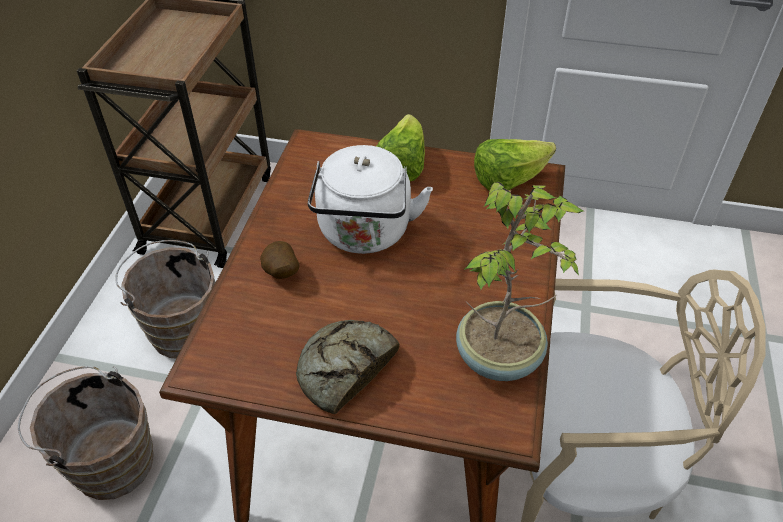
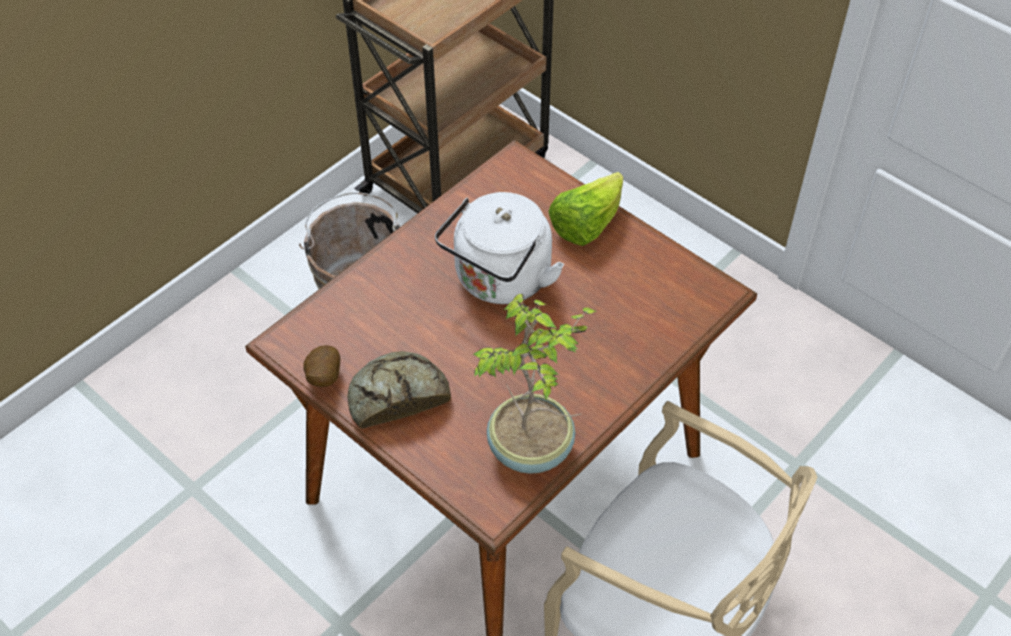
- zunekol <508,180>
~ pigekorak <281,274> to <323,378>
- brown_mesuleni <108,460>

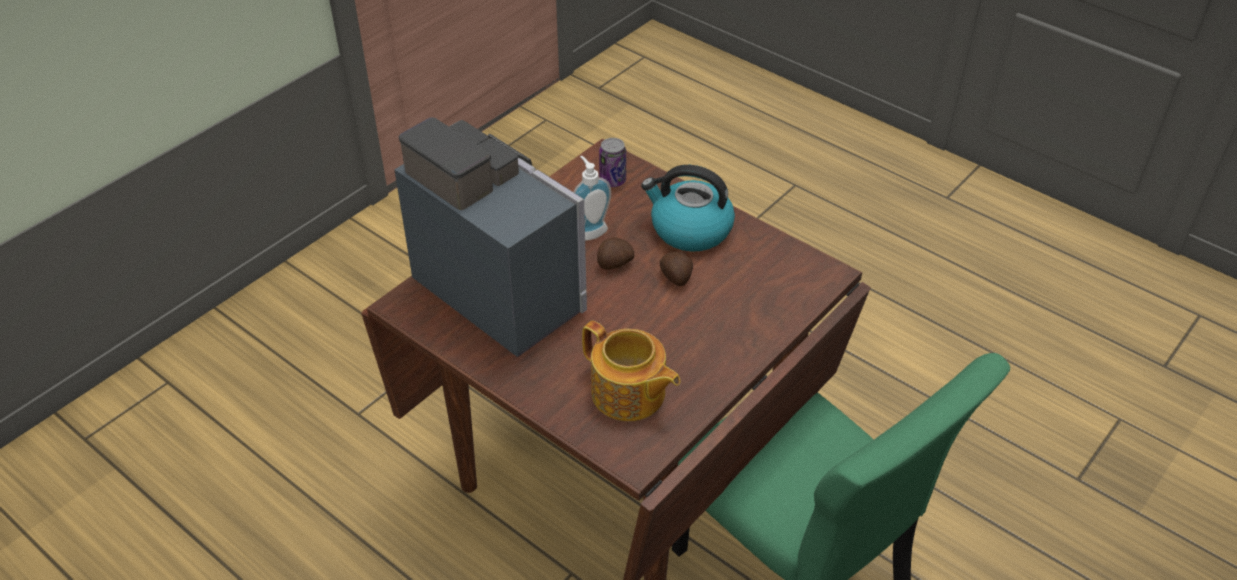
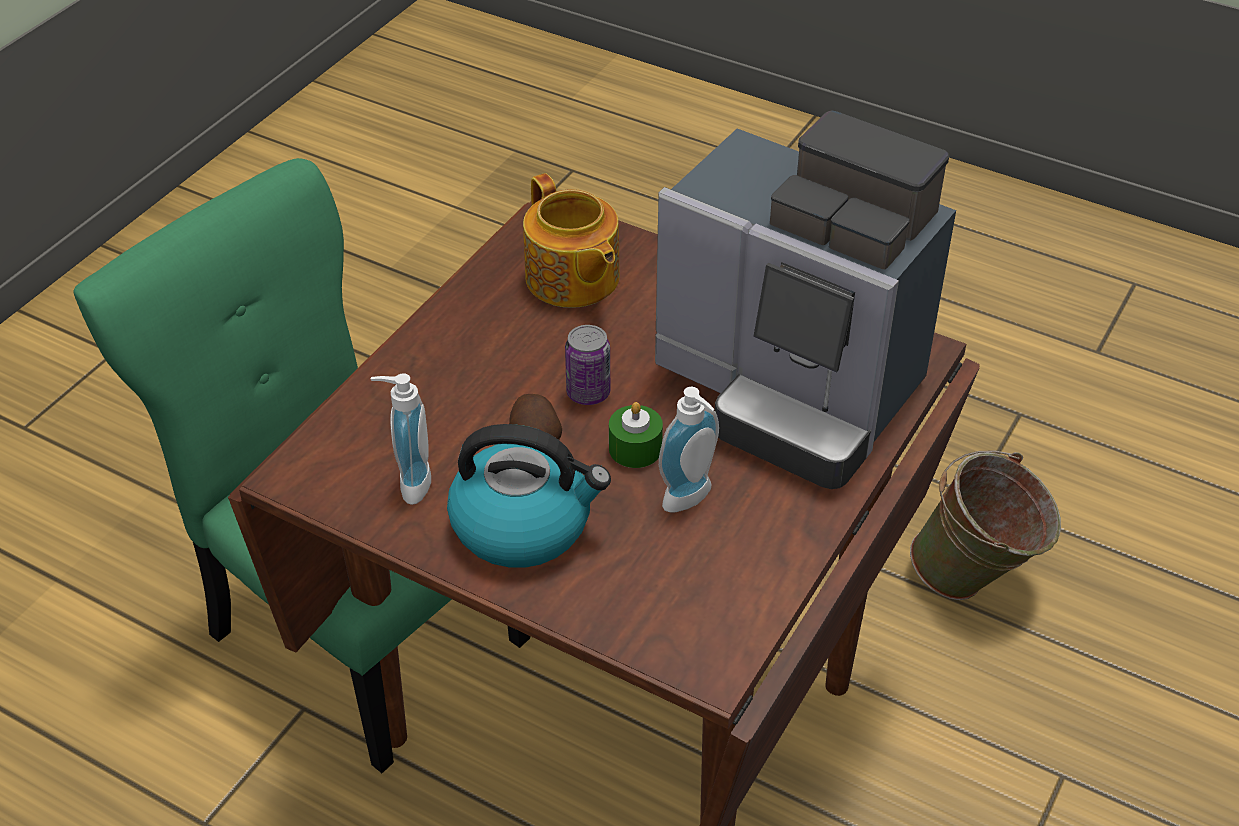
~ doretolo <612,180> to <588,393>
~ pigekorak <614,264> to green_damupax <635,448>
~ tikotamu <629,394> = <572,279> 150 degrees counterclockwise
+ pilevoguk <408,483>
+ green_mesuleni <975,582>

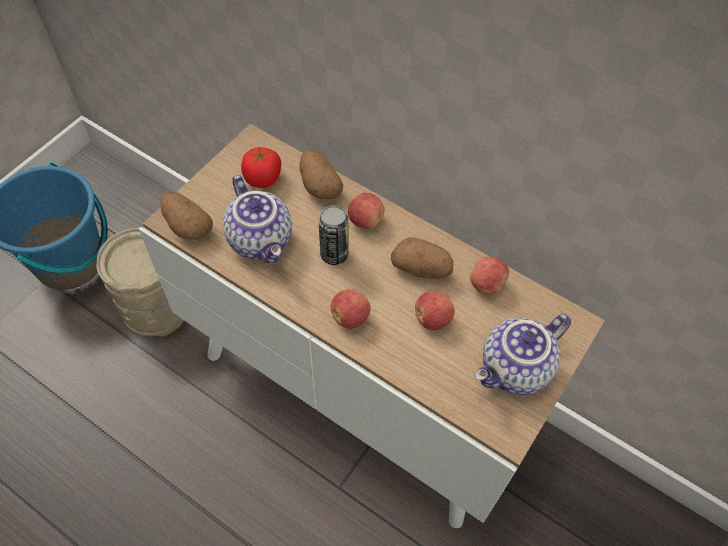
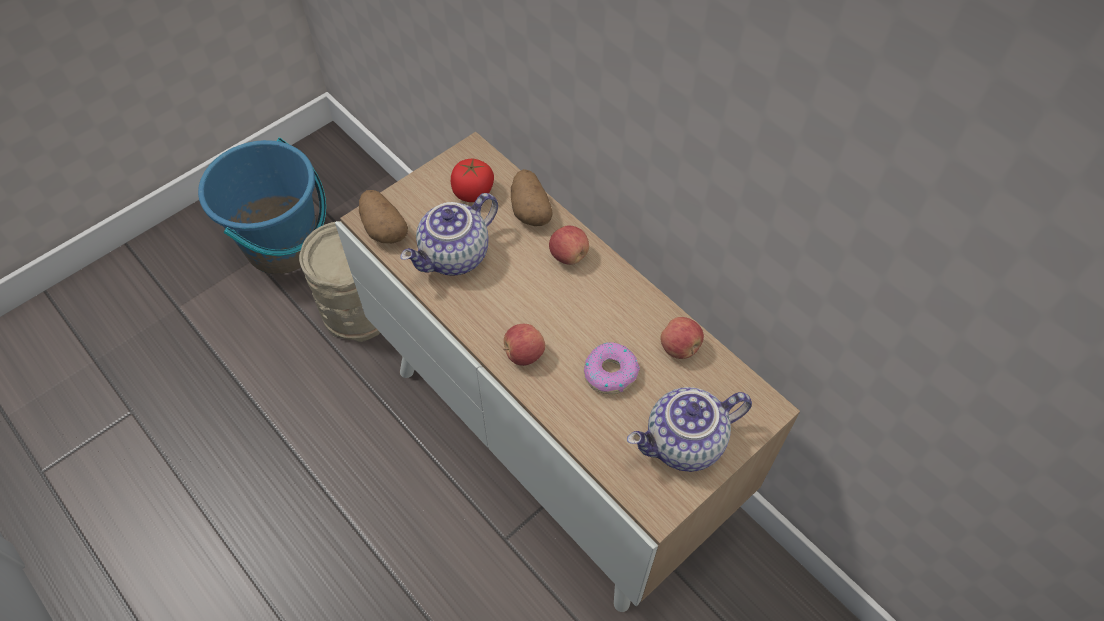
~ tikotamu <262,240> = <455,257> 60 degrees clockwise
- doretolo <334,254>
- pigekorak <421,269>
~ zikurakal <432,319> to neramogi <610,372>

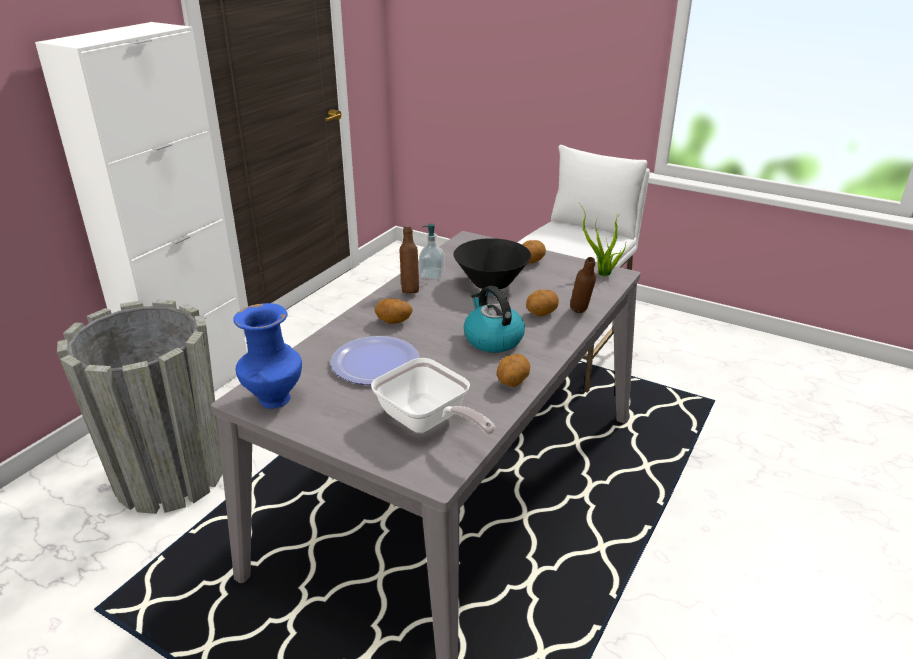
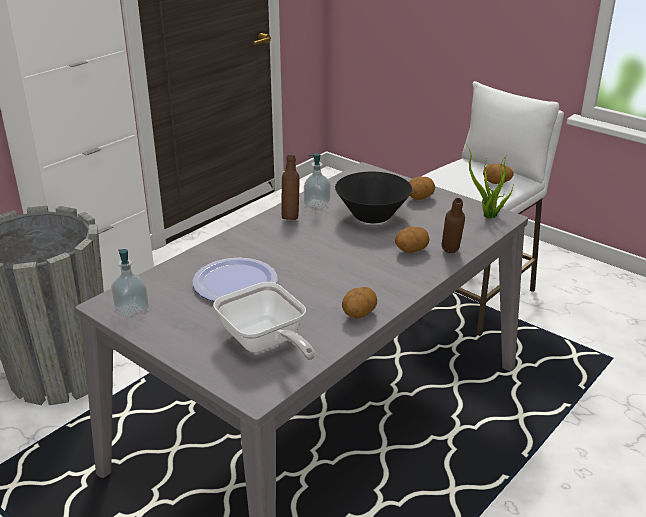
- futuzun <492,339>
~ pigekorak <393,322> to <496,183>
~ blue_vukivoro <274,400> to pilevoguk <131,308>

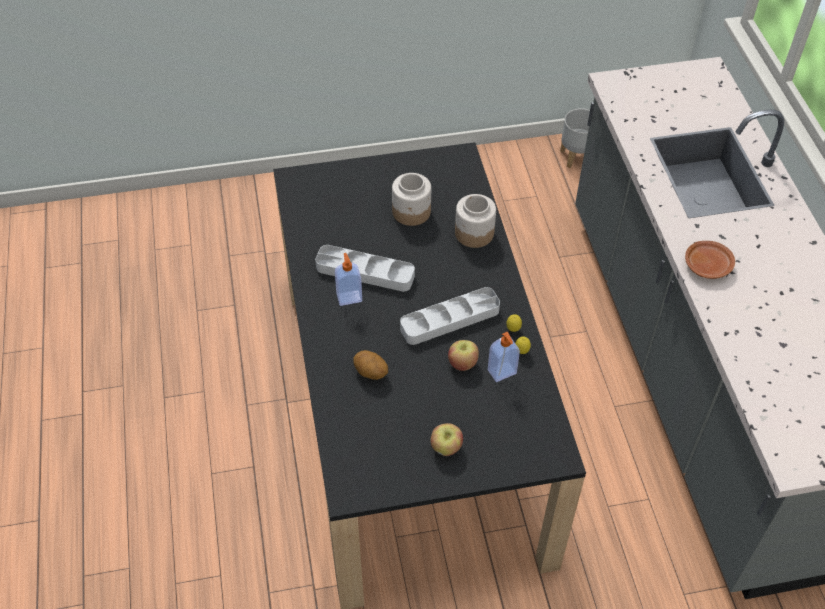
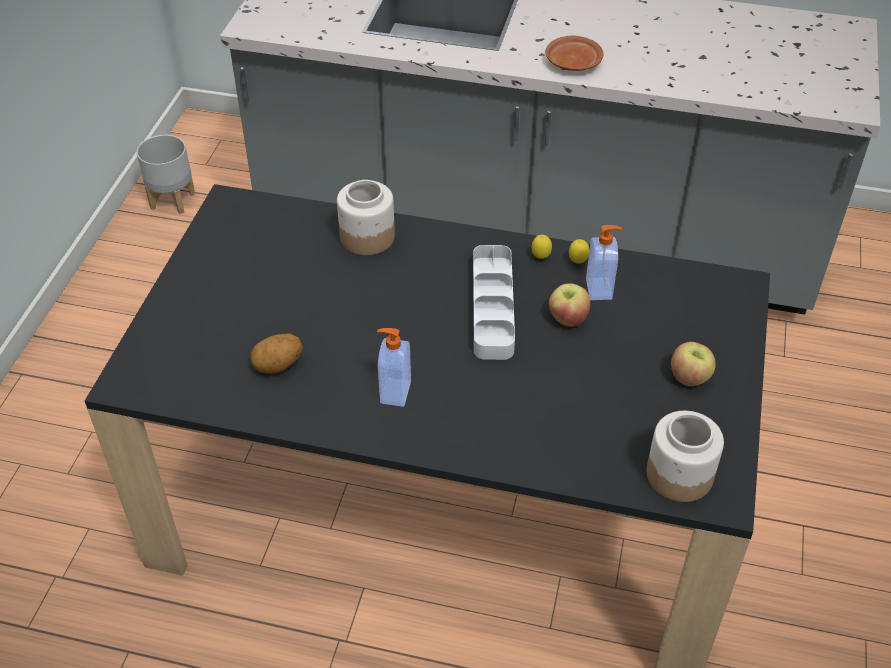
~ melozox <411,212> to <680,475>
- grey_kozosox <365,272>
~ pigekorak <370,373> to <278,366>

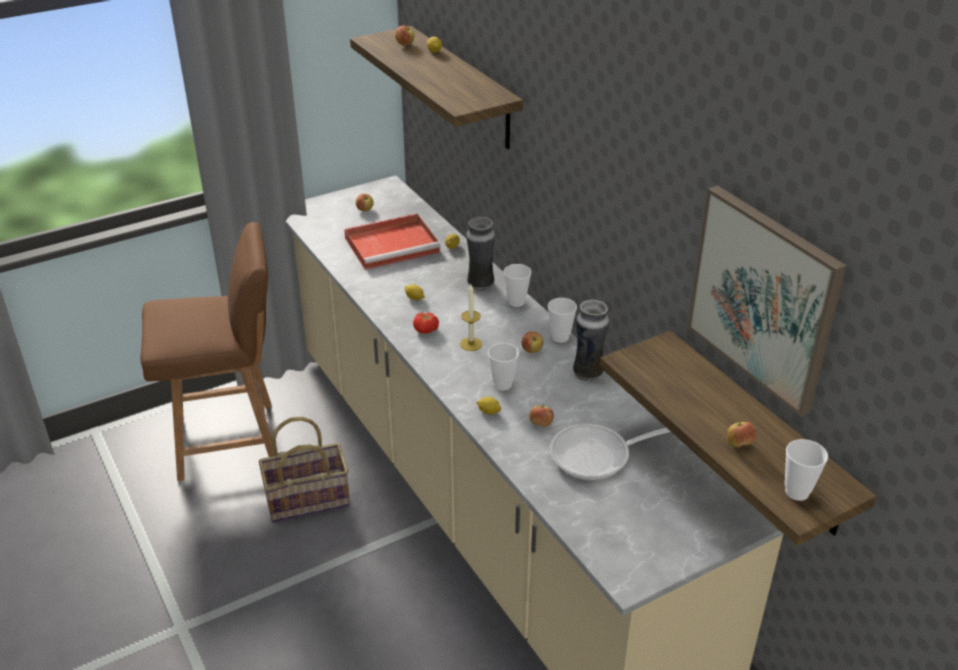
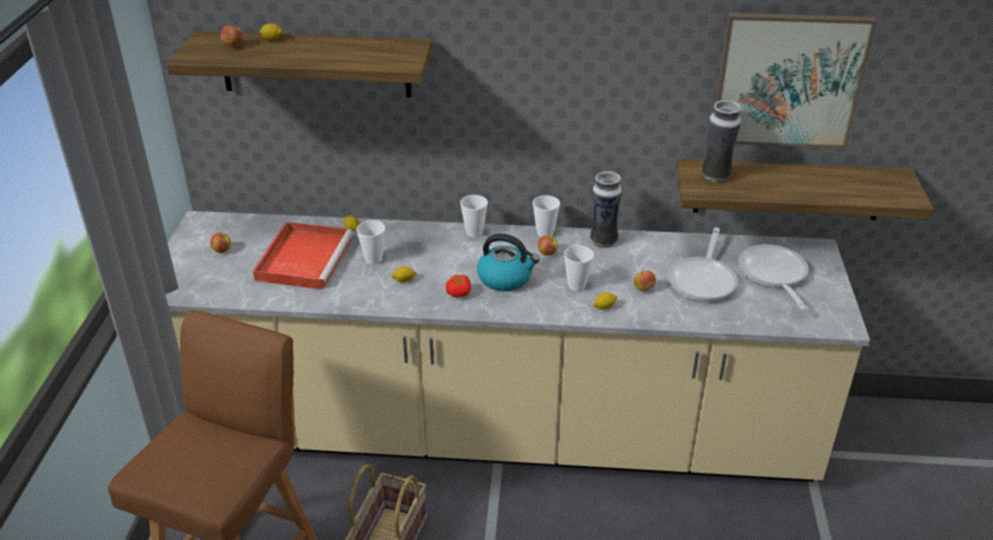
~ vukivoro <480,285> to <716,176>
~ damupax <471,344> to futuzun <506,278>
- zikurakal <739,444>
~ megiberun <797,492> to <373,259>
+ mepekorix <773,275>

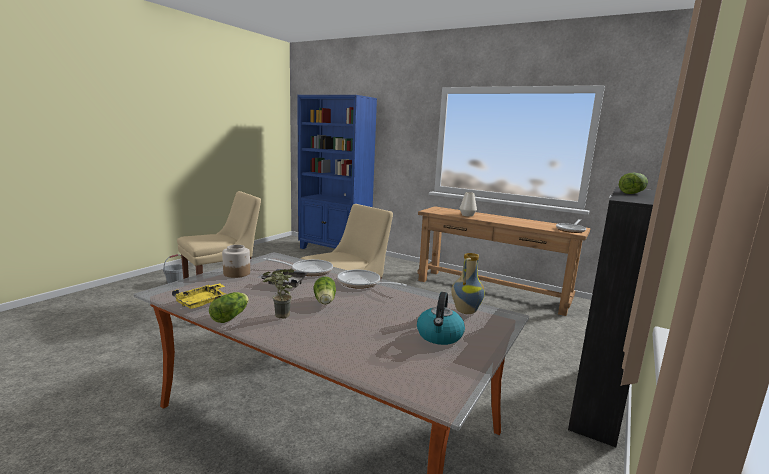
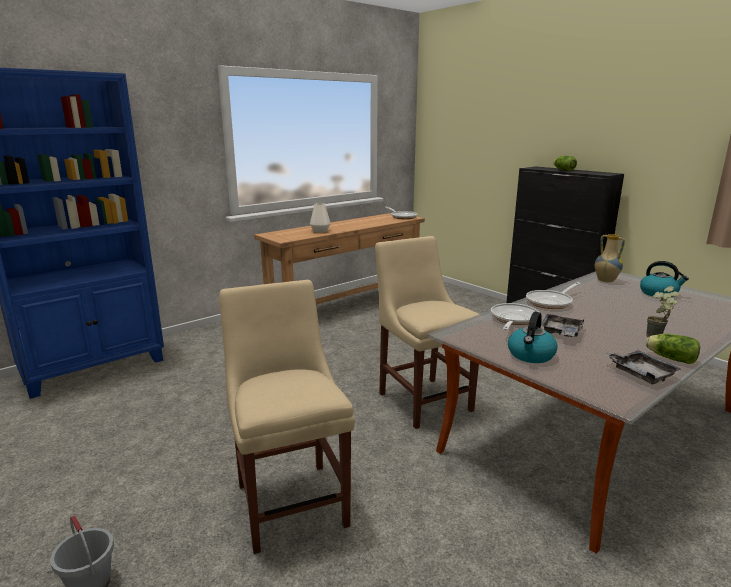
~ melozox <237,273> to futuzun <531,355>
- zunekol <324,301>
~ yellow_kozosox <202,302> to grey_kozosox <640,373>

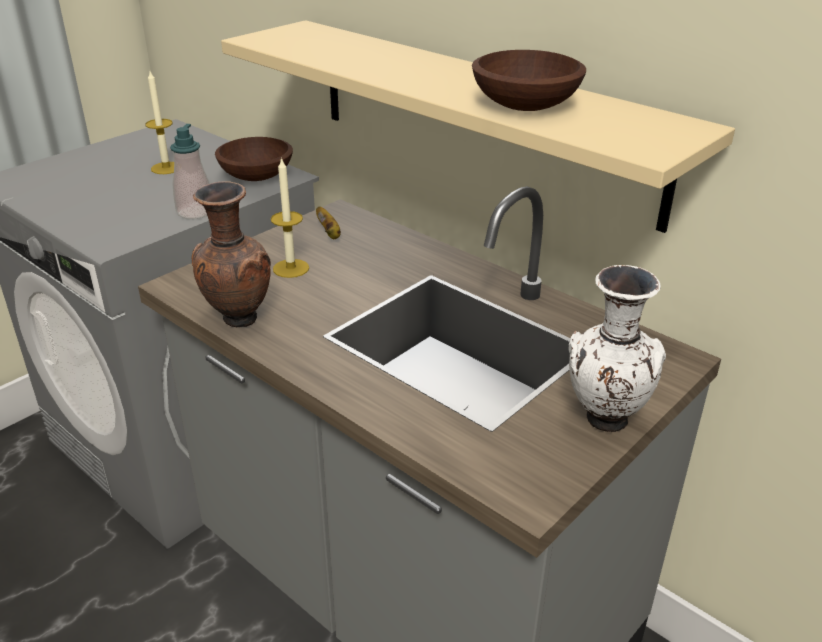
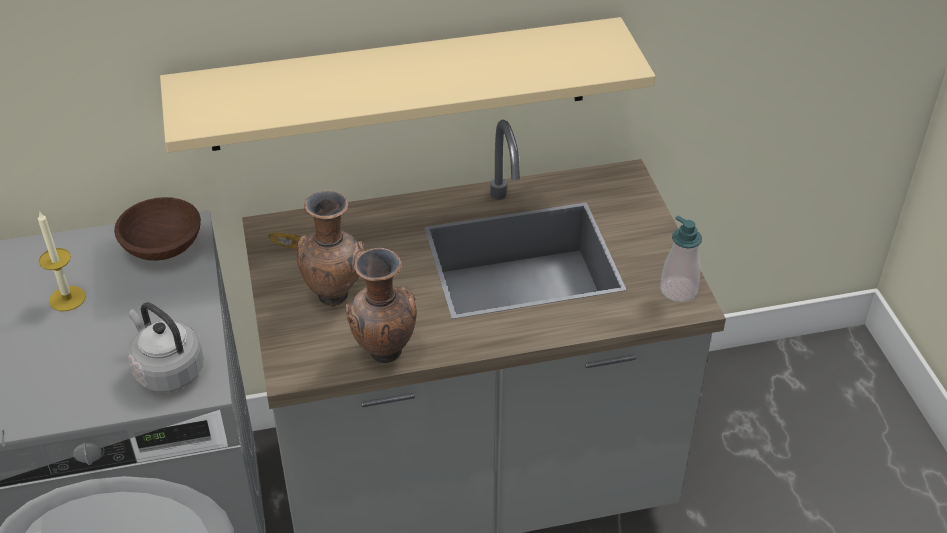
- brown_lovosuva <523,105>
~ pilevoguk <195,212> to <678,290>
~ damupax <291,268> to brown_vukivoro <335,295>
- white_vukivoro <603,421>
+ grey_futuzun <167,370>

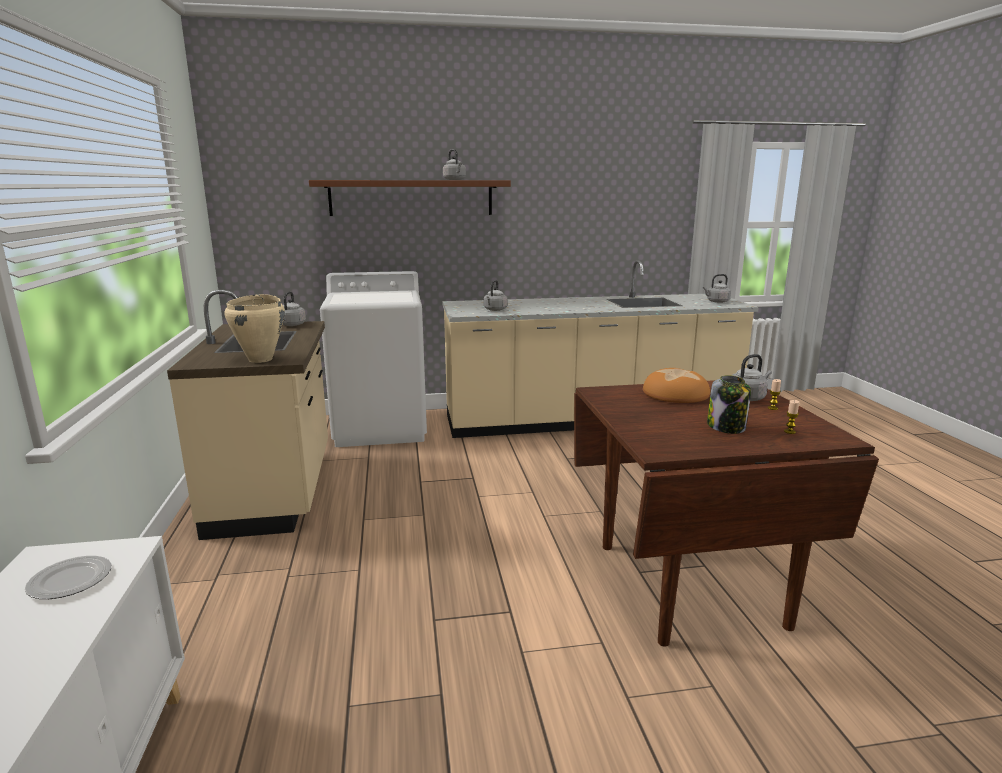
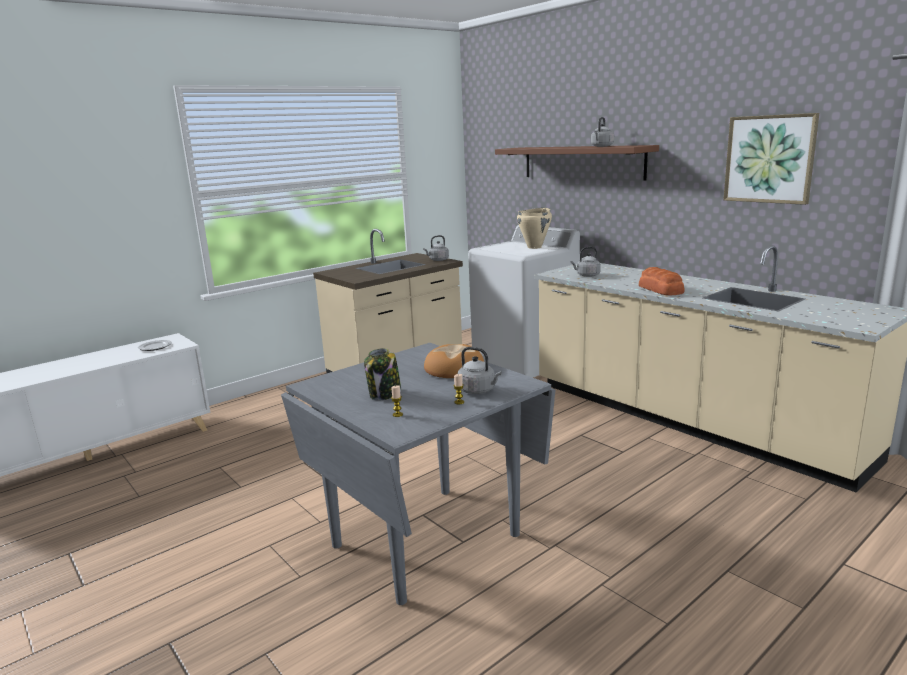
- grey_futuzun <716,301>
~ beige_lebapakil <261,359> to <535,247>
~ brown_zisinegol <687,584> to grey_zisinegol <425,539>
+ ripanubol <769,159>
+ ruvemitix <661,290>

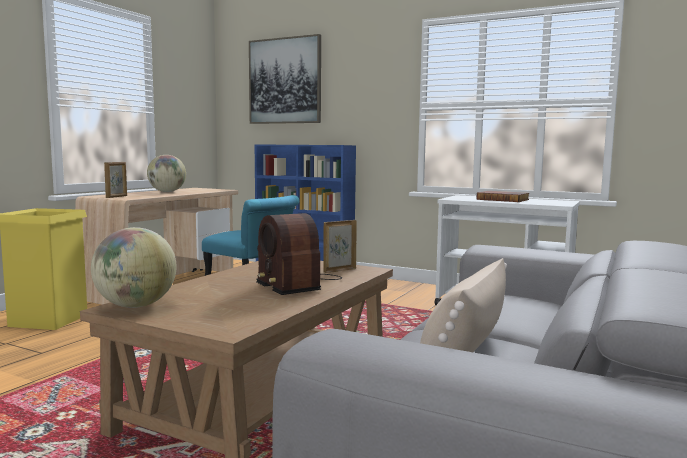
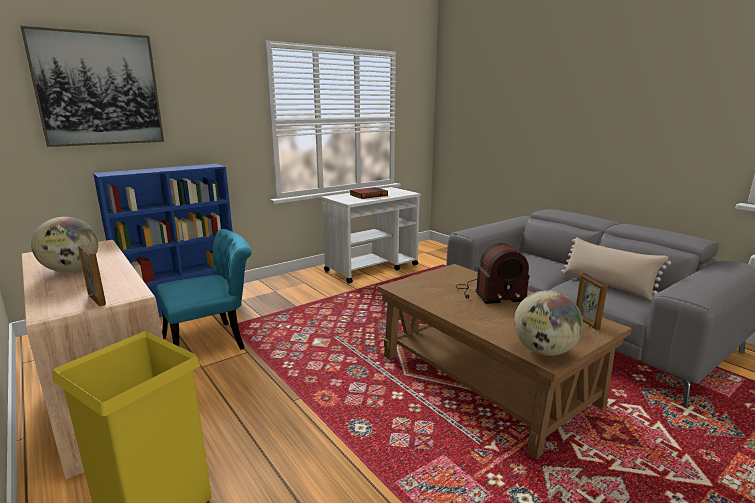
~ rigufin <339,270> to <586,322>

